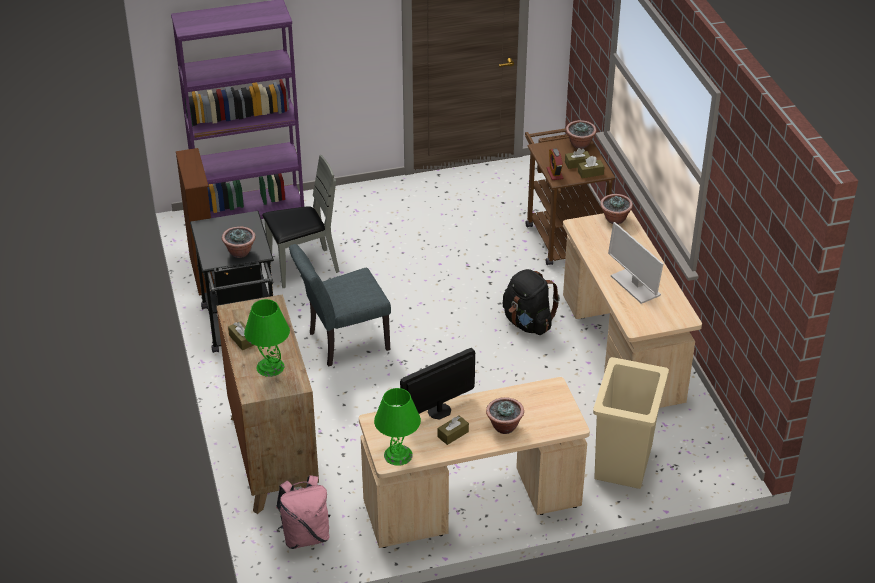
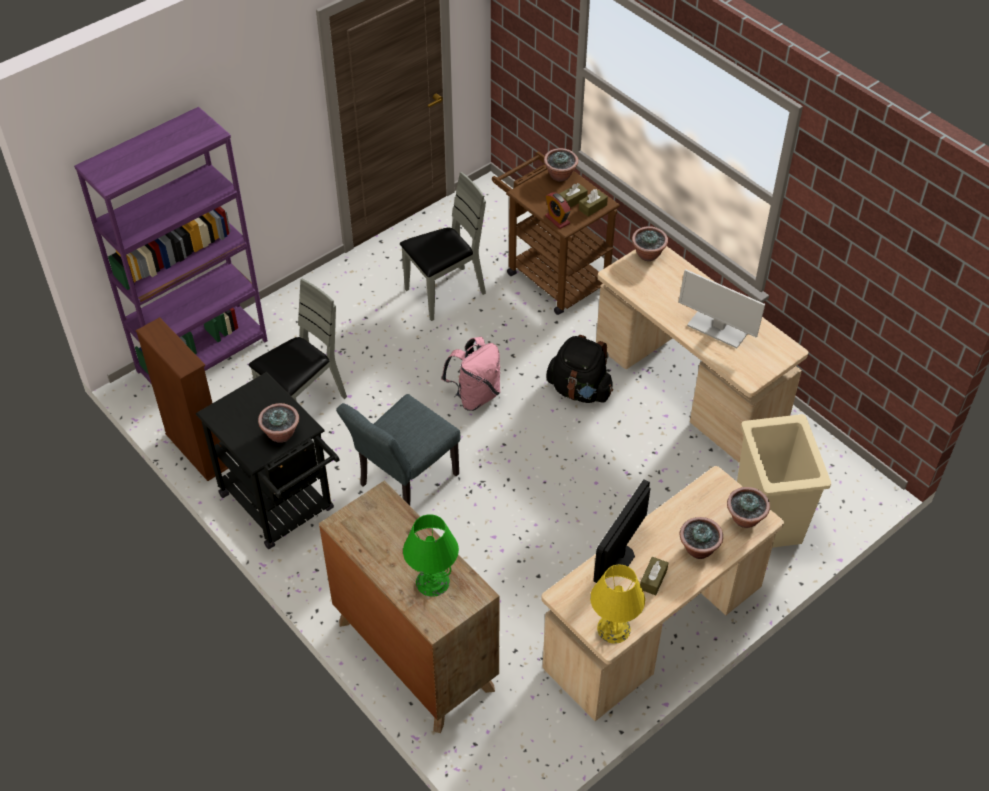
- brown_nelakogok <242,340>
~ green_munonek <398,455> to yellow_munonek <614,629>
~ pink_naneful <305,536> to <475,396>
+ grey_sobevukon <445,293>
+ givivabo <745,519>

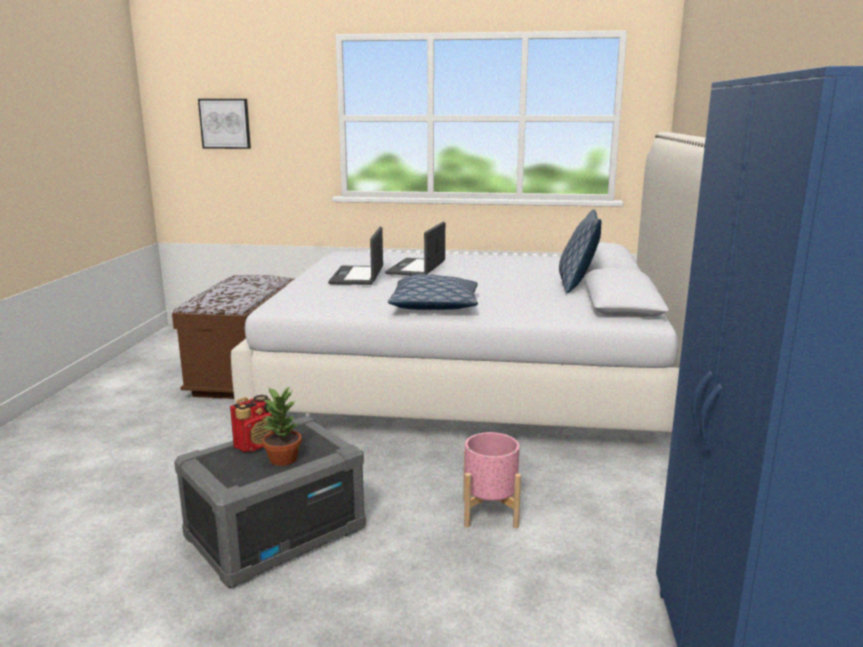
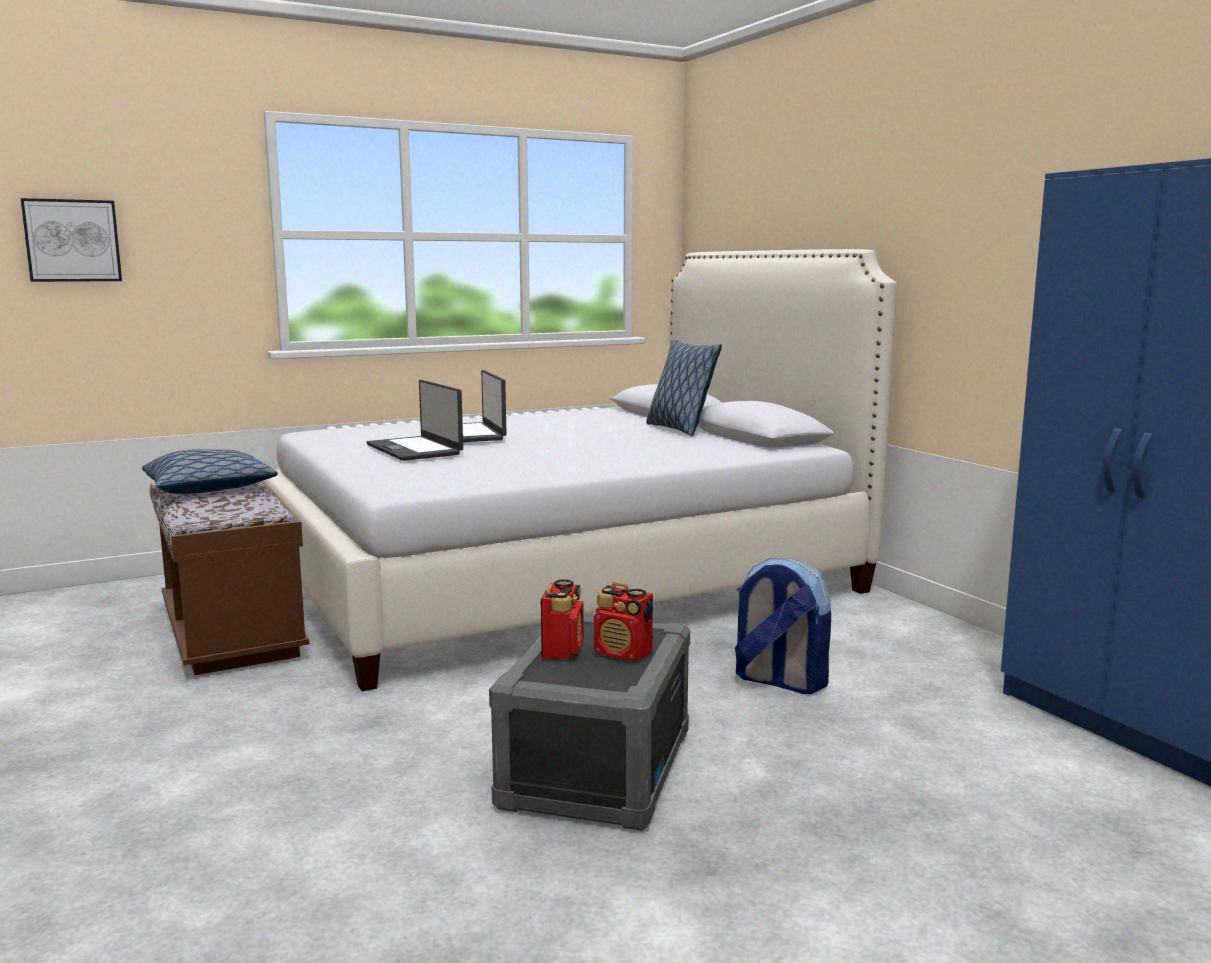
~ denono <435,306> to <210,488>
~ givivabo <283,459> to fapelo <623,654>
~ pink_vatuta <490,512> to naneful <778,681>

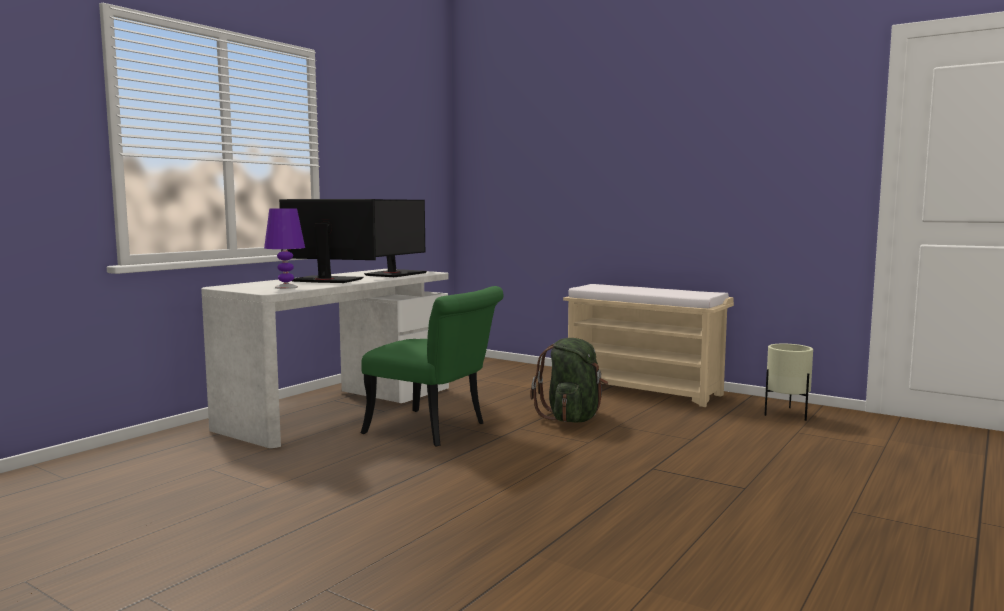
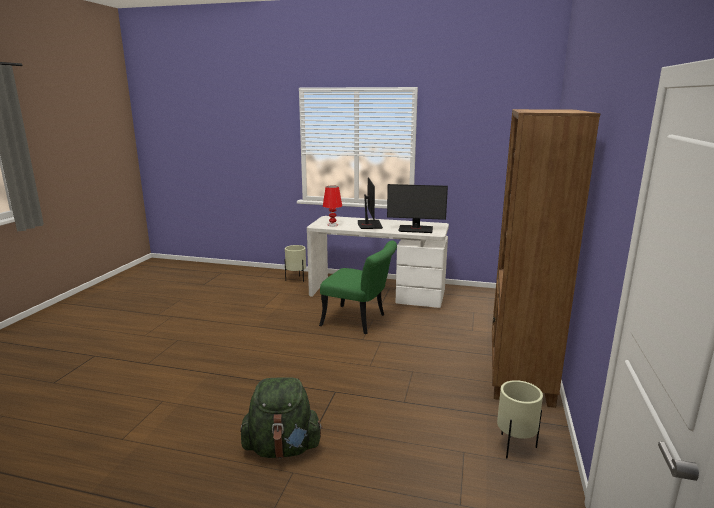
~ purple_munonek <286,287> to red_munonek <332,225>
~ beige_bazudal <645,390> to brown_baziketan <519,372>
~ green_sobevukon <436,430> = <359,321> 75 degrees counterclockwise
~ green_naneful <572,419> to <282,448>
+ beige_vatuta <296,279>

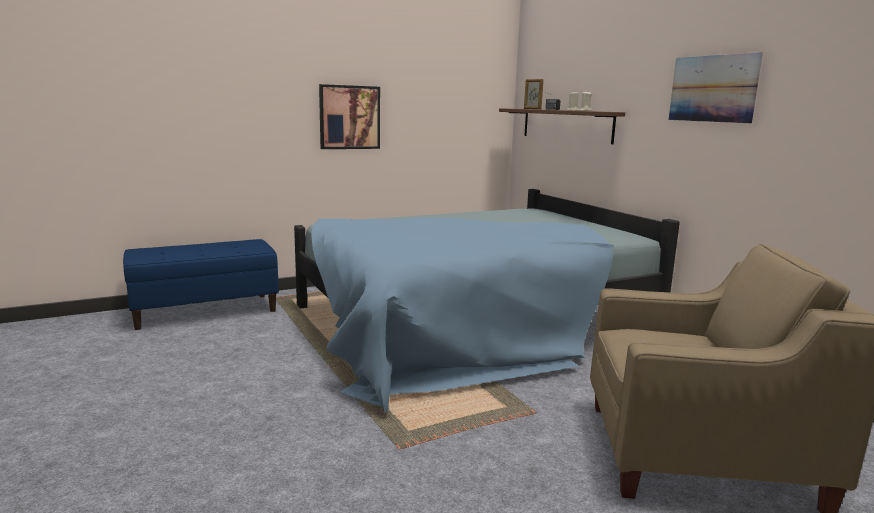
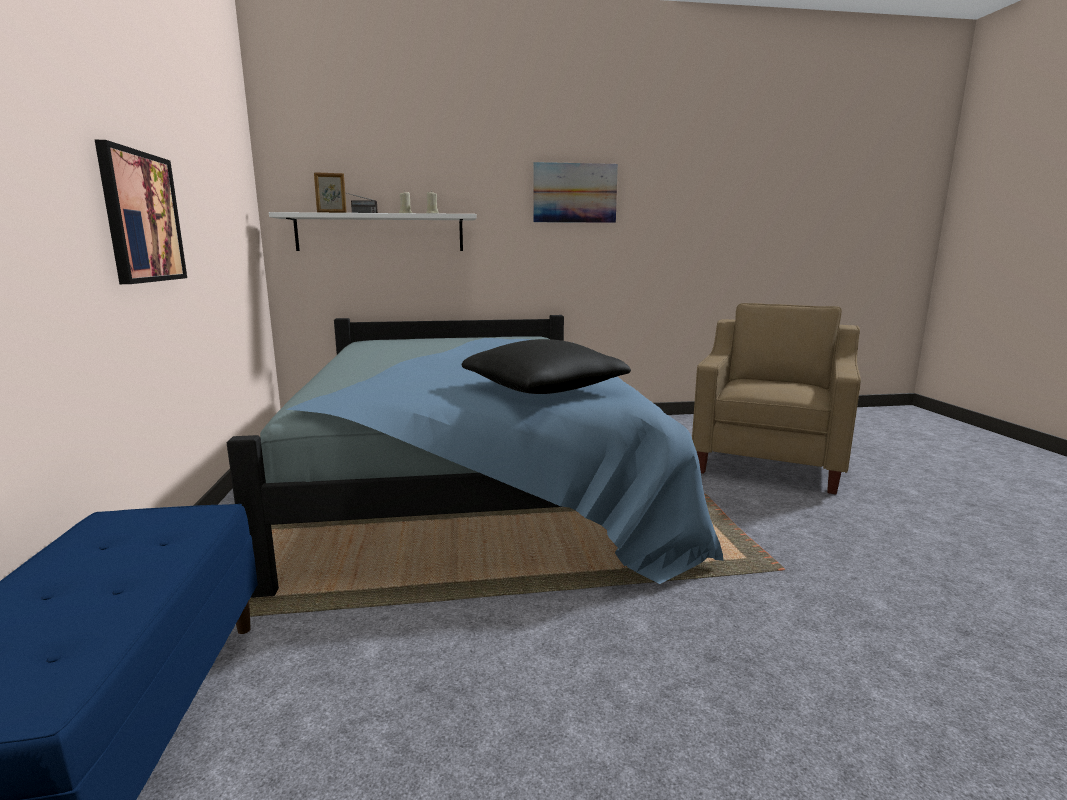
~ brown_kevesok <566,125> to white_kevesok <380,233>
+ black_denono <544,389>

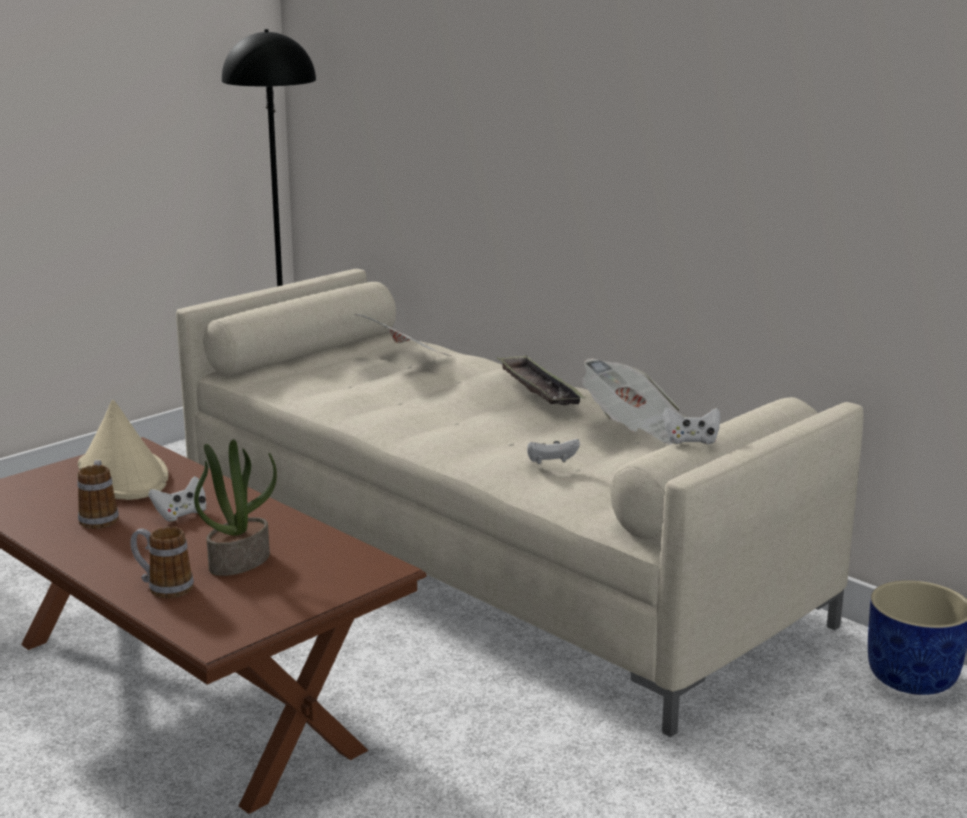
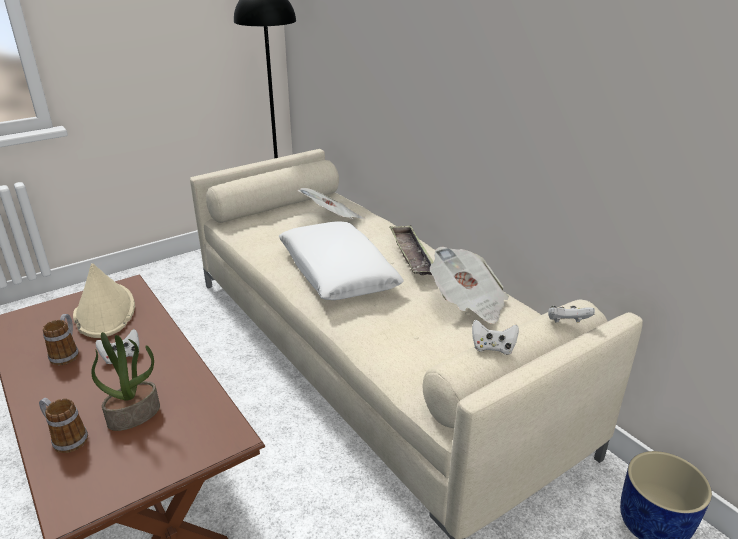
~ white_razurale <551,463> to <567,323>
+ white_denono <337,272>

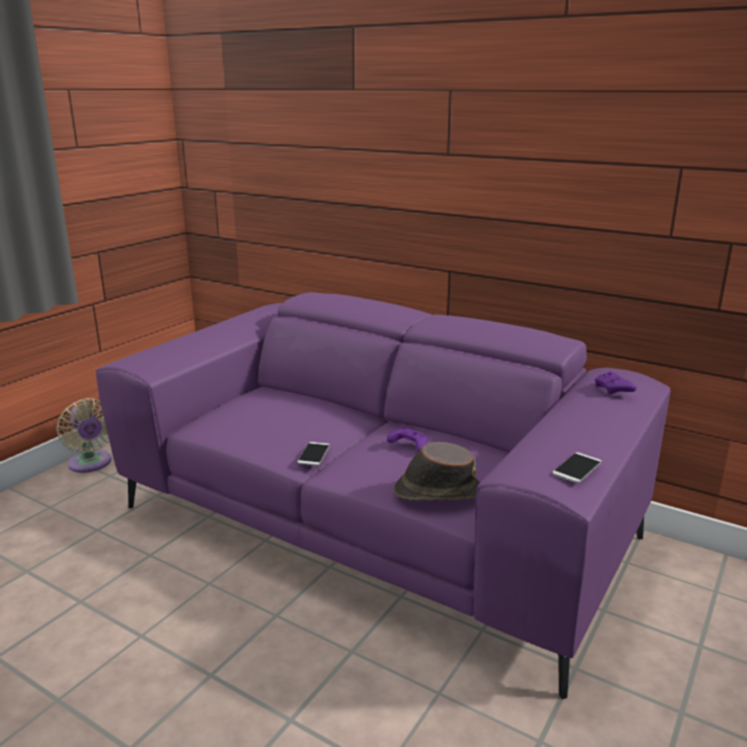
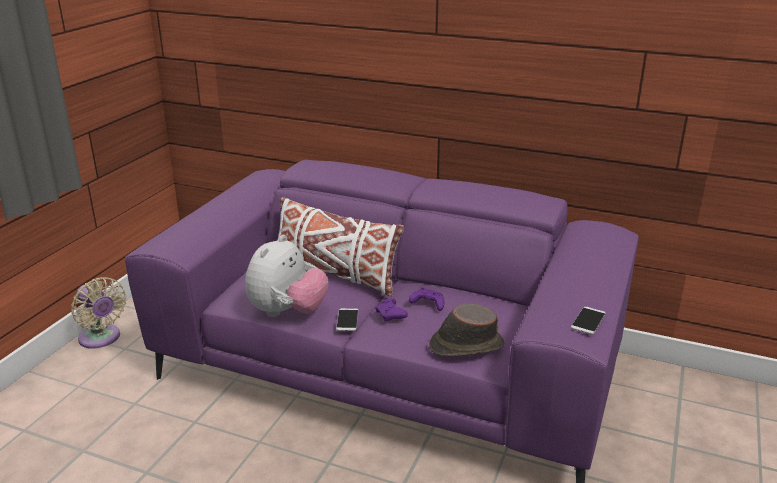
~ purple_razurale <613,390> to <390,315>
+ white_denono <335,273>
+ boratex <287,312>

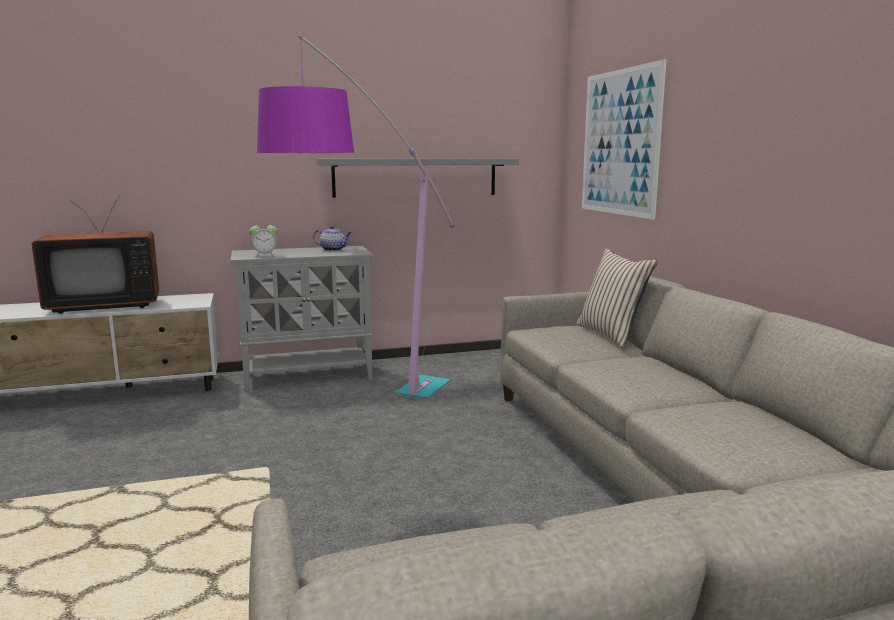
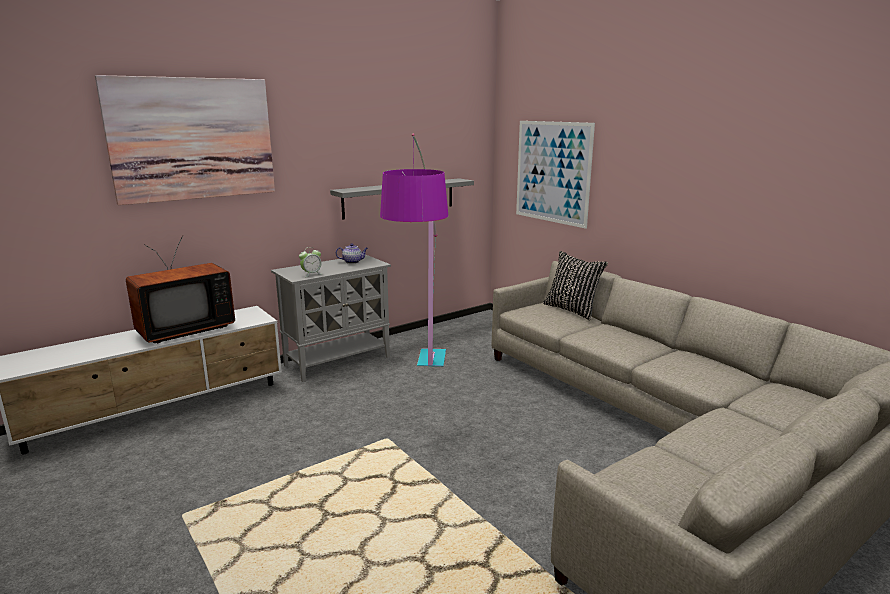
~ beige_denono <611,335> to black_denono <572,310>
+ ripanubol <193,139>

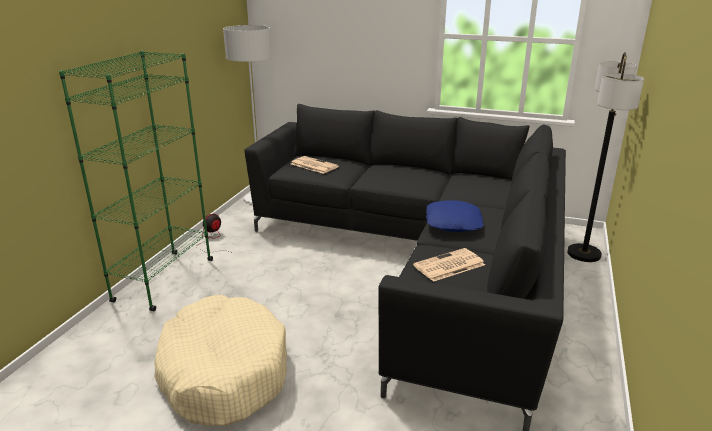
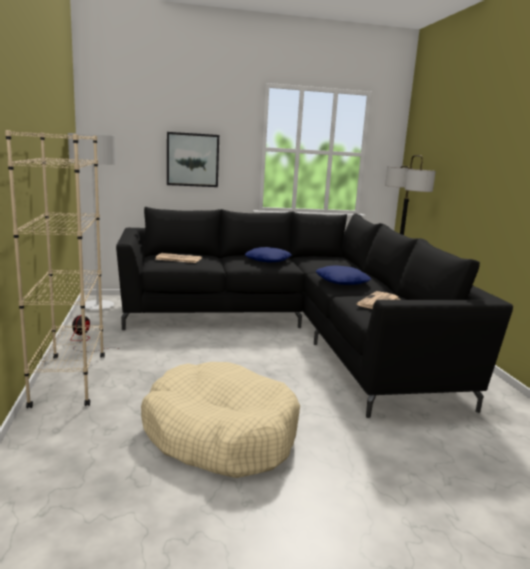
~ green_baziketan <164,280> to beige_baziketan <69,380>
+ ripanubol <192,160>
+ blue_denono <267,260>

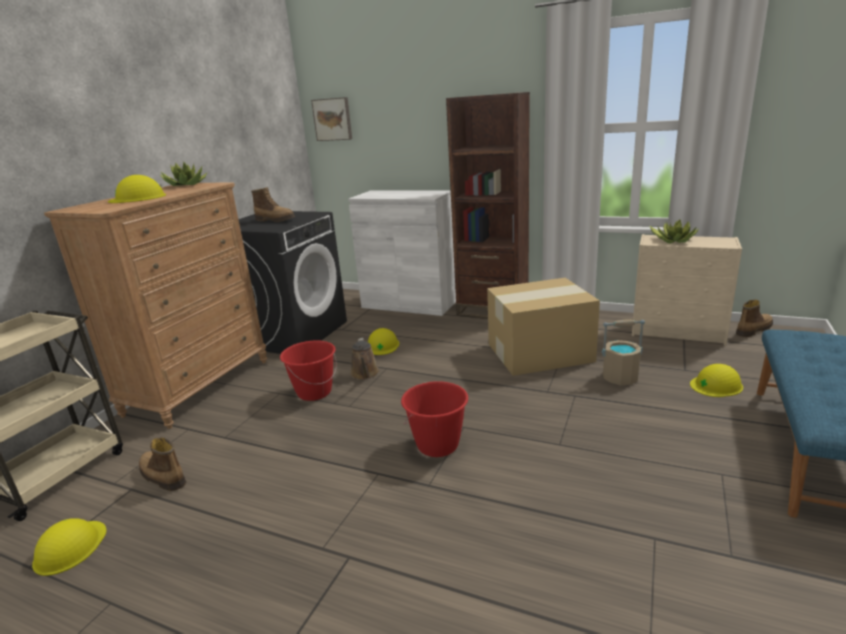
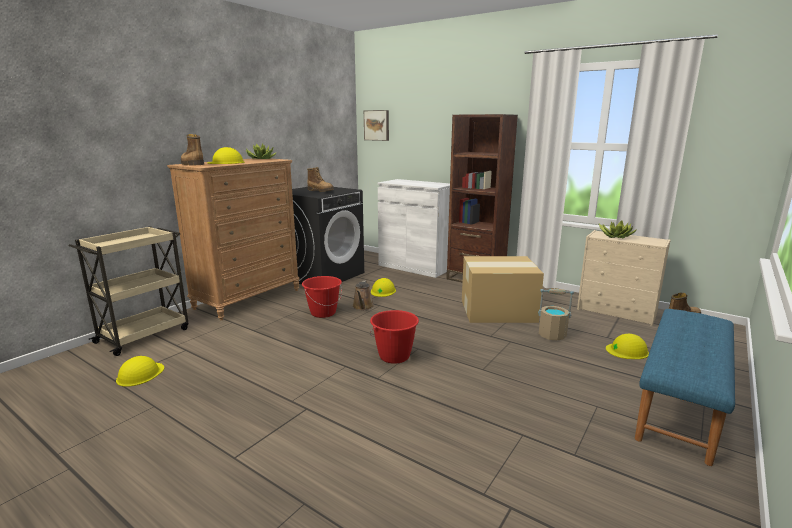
~ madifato <162,477> to <192,164>

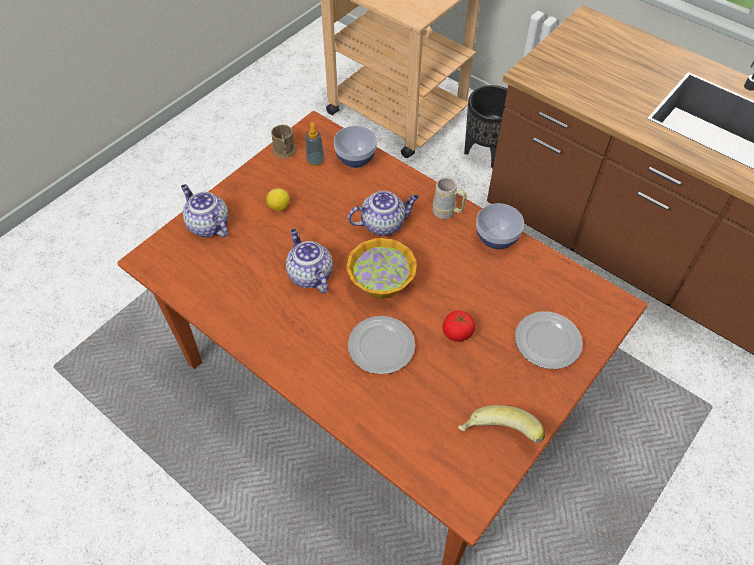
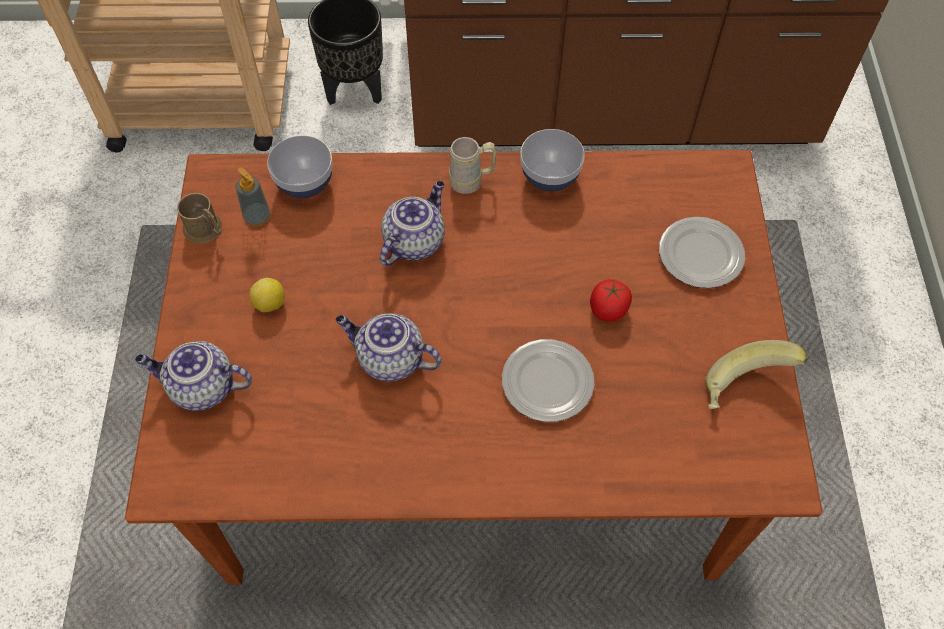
- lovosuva <381,283>

